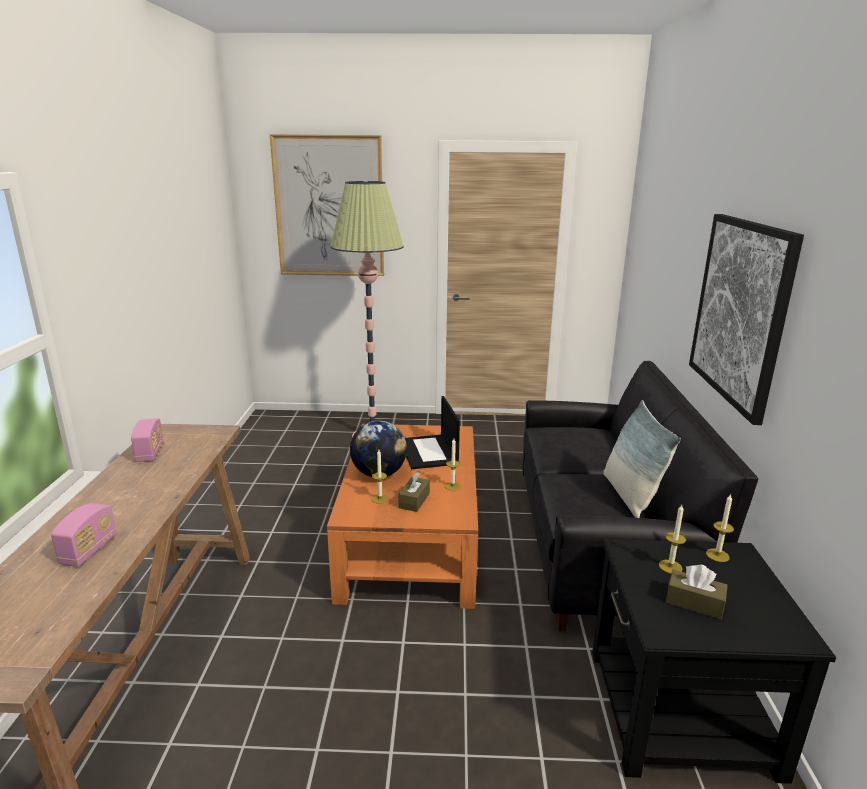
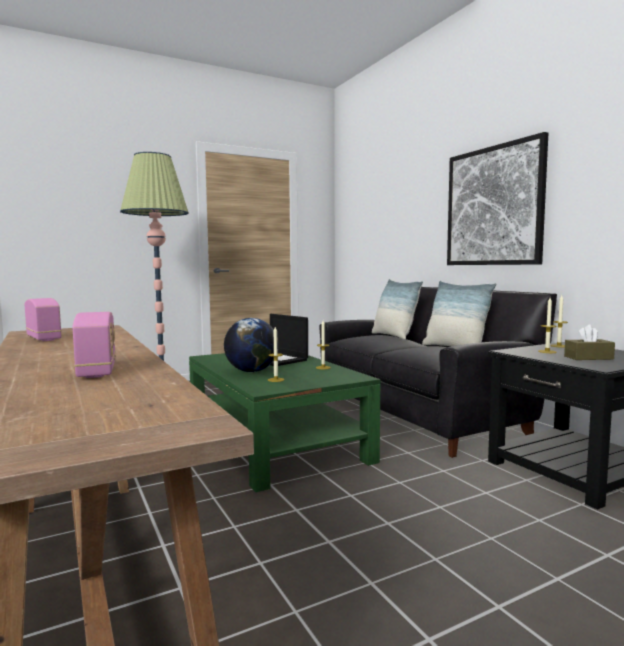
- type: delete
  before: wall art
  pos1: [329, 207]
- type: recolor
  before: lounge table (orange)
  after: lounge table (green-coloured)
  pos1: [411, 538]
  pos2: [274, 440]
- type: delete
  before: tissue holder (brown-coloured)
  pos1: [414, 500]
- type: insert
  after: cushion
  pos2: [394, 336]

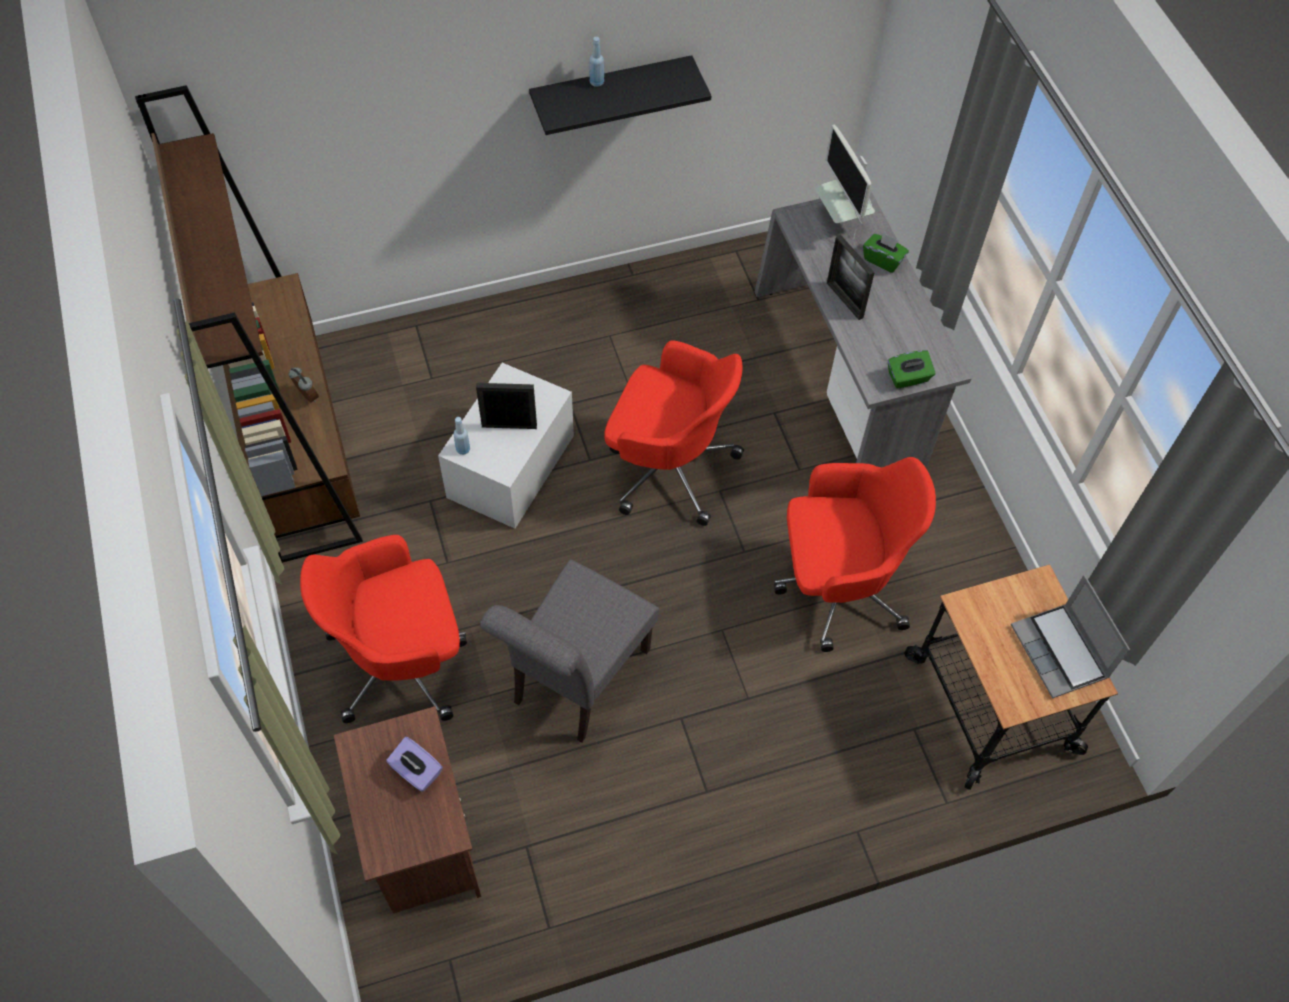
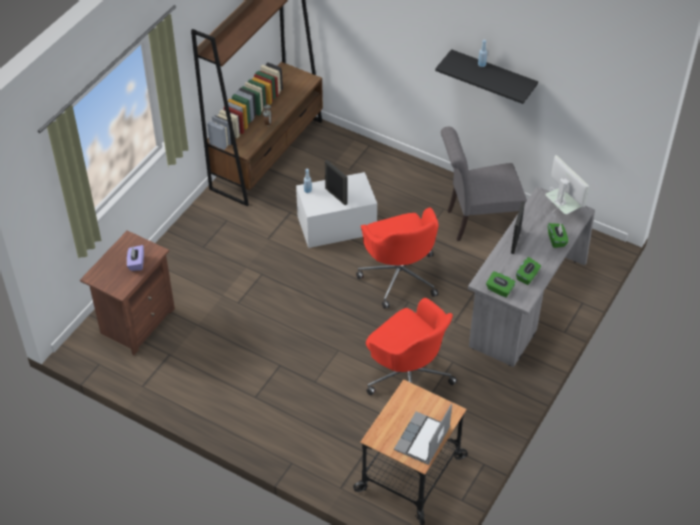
- type: rotate
  before: computer display
  pos1: [842, 220]
  pos2: [561, 212]
  turn: 120
- type: delete
  before: desk chair (red)
  pos1: [402, 661]
- type: move
  before: upright chair (grey)
  pos1: [575, 682]
  pos2: [478, 222]
- type: insert
  after: tissue holder (green-coloured)
  pos2: [527, 276]

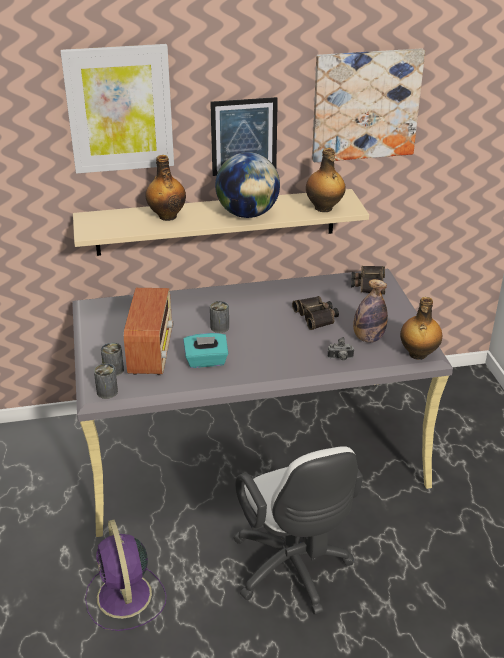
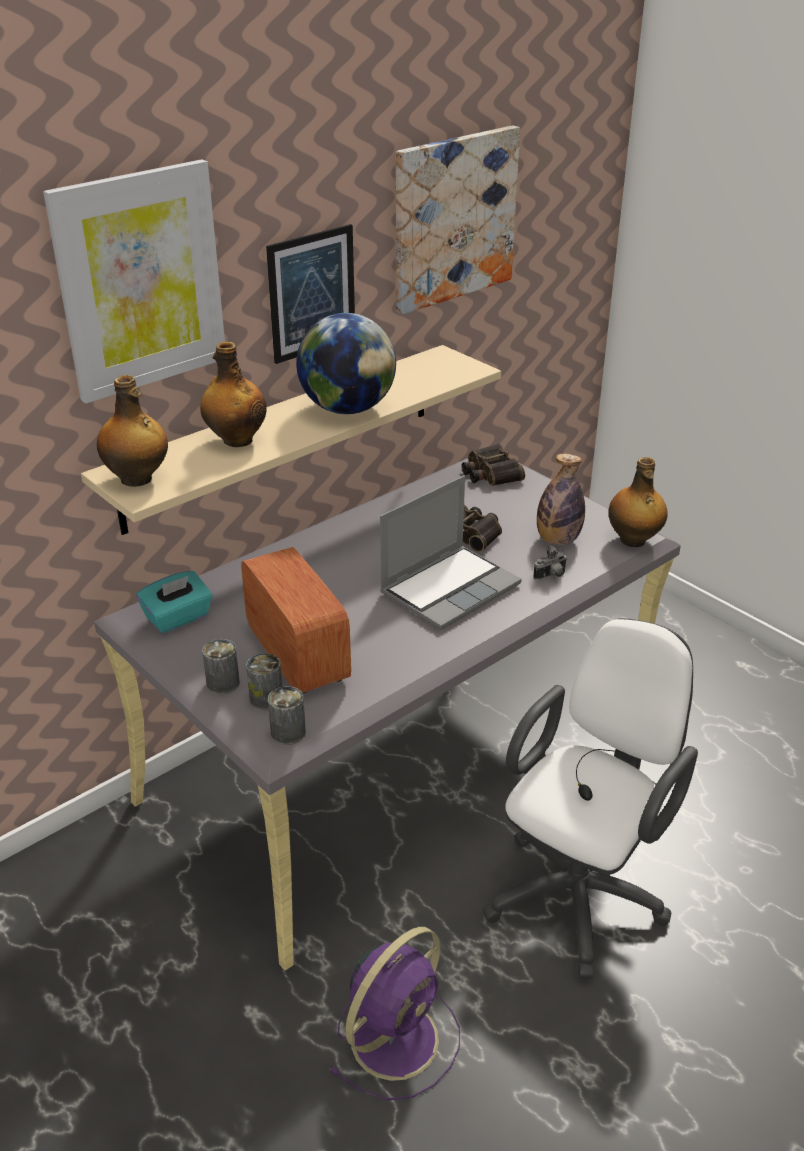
- type: move
  before: beverage bottle
  pos1: [324, 208]
  pos2: [137, 479]
- type: move
  before: can
  pos1: [219, 327]
  pos2: [223, 683]
- type: move
  before: tissue holder (turquoise-coloured)
  pos1: [206, 361]
  pos2: [178, 618]
- type: rotate
  before: desk chair (whitish)
  pos1: [293, 571]
  pos2: [581, 891]
  turn: -90
- type: rotate
  before: cooling fan (purplish)
  pos1: [125, 597]
  pos2: [397, 1036]
  turn: -90
- type: insert
  after: portable computer
  pos2: [450, 588]

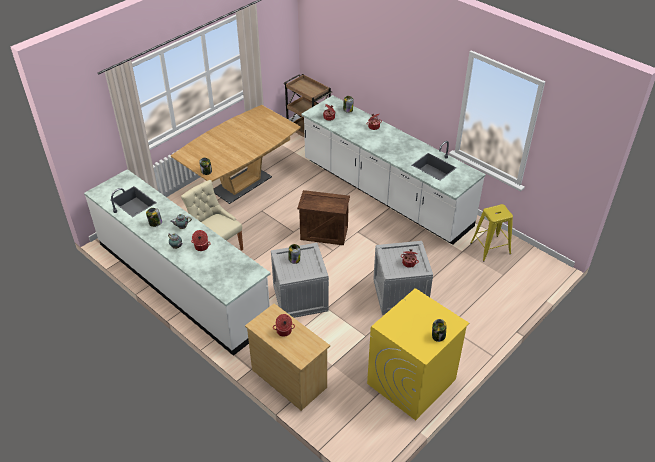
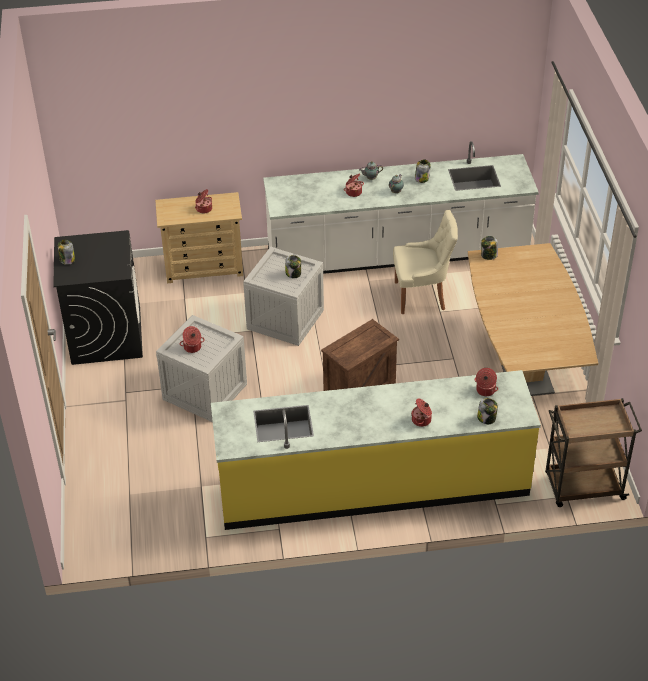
- type: recolor
  before: kitchen base unit (whitish)
  after: kitchen base unit (yellow-coloured)
  pos1: [385, 193]
  pos2: [372, 485]
- type: delete
  before: stool seat (yellow-coloured)
  pos1: [490, 248]
- type: recolor
  before: laundry machine (yellow-coloured)
  after: laundry machine (black-coloured)
  pos1: [411, 382]
  pos2: [106, 335]

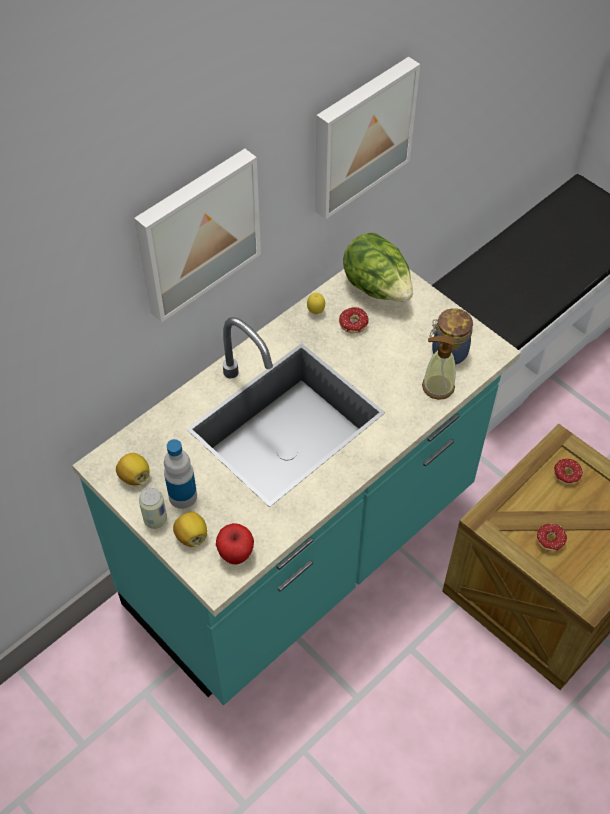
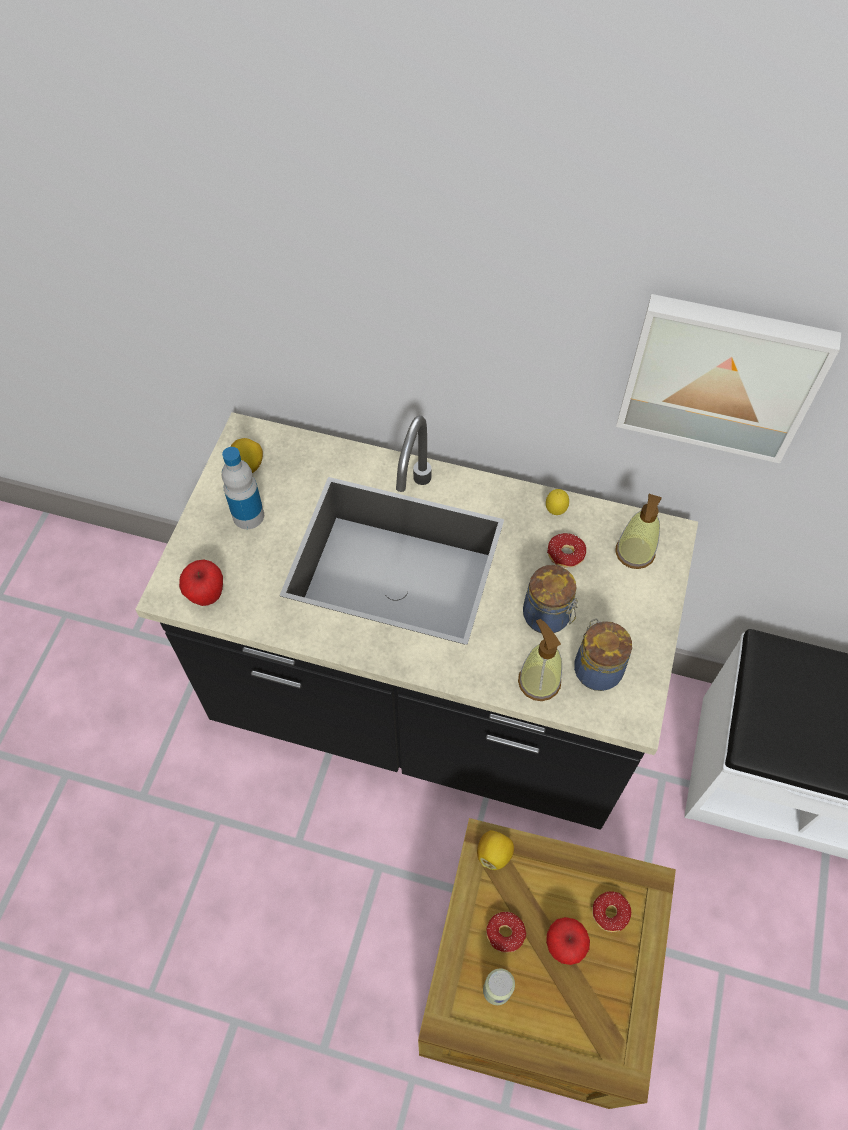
- type: delete
  before: wall art
  pos1: [196, 232]
- type: replace
  before: head of lettuce
  after: liquid soap bottle
  pos1: [377, 288]
  pos2: [634, 553]
- type: recolor
  before: kitchen base unit (turquoise-coloured)
  after: kitchen base unit (black-coloured)
  pos1: [304, 552]
  pos2: [424, 708]
- type: move
  before: can
  pos1: [155, 519]
  pos2: [497, 990]
- type: move
  before: citrus fruit
  pos1: [191, 536]
  pos2: [494, 853]
- type: insert
  after: jar
  pos2: [548, 617]
- type: insert
  after: apple fruit
  pos2: [564, 945]

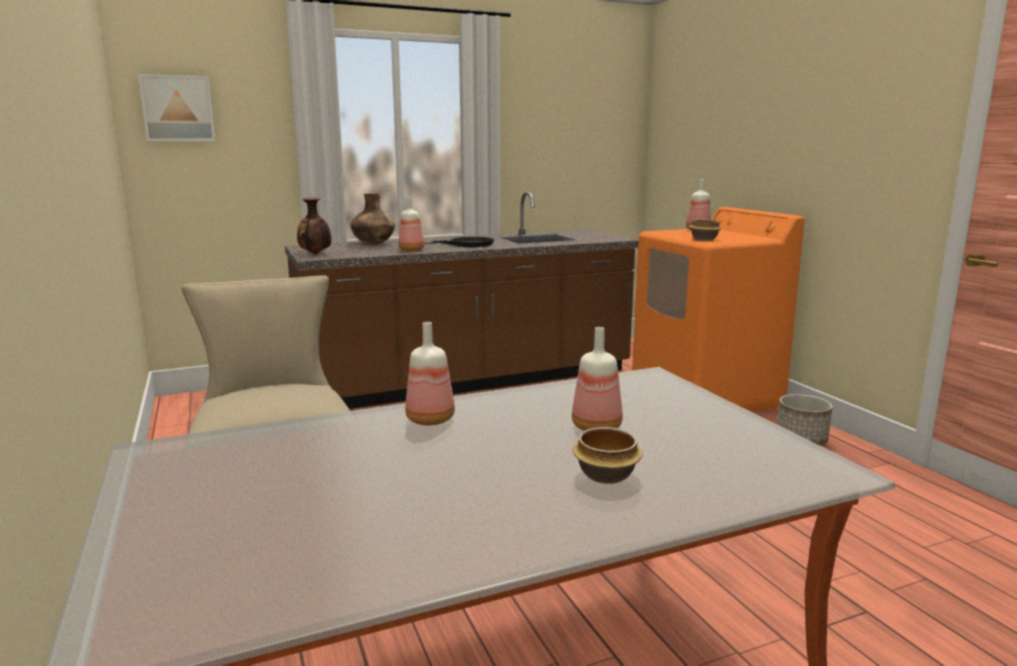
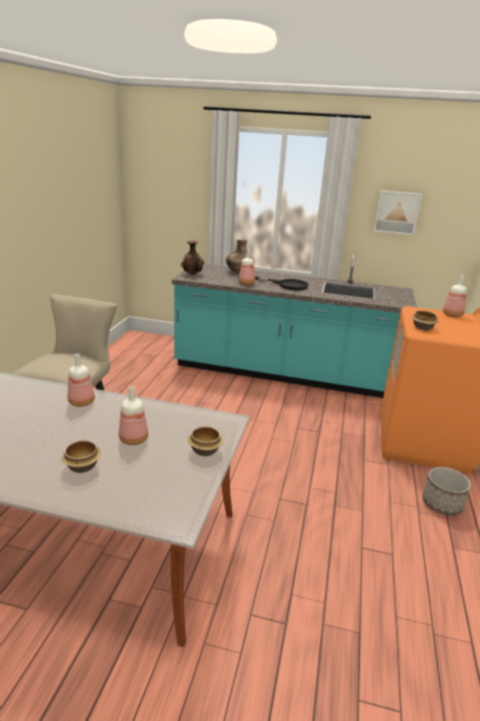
- type: move
  before: wall art
  pos1: [178, 108]
  pos2: [397, 212]
- type: recolor
  before: kitchen base unit (brown-coloured)
  after: kitchen base unit (turquoise-coloured)
  pos1: [469, 381]
  pos2: [284, 373]
- type: insert
  after: deep dish
  pos2: [204, 450]

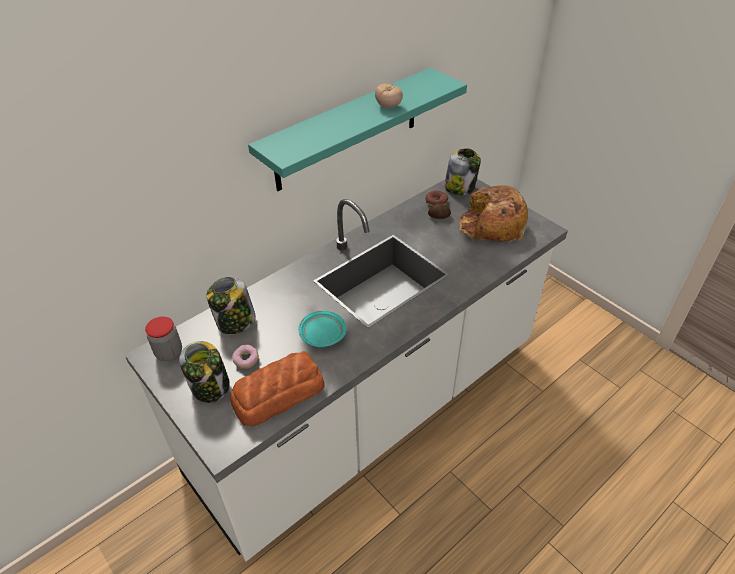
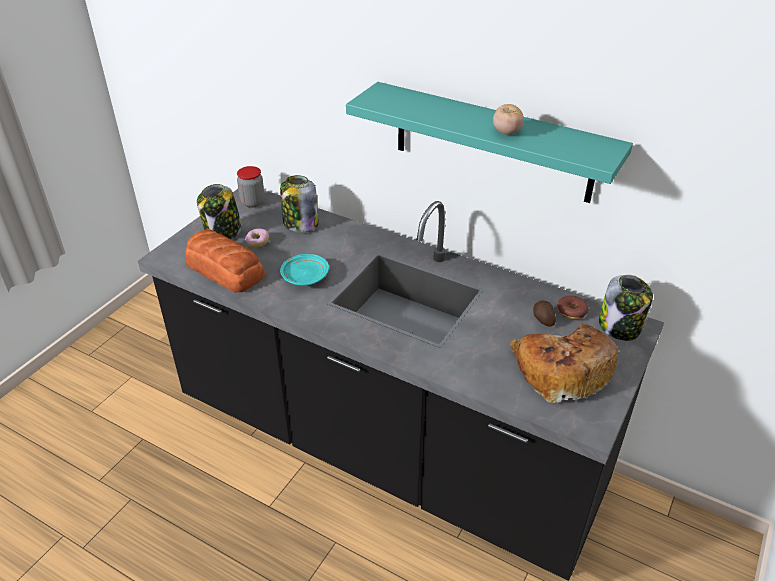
- type: recolor
  before: kitchen base unit (whitish)
  after: kitchen base unit (black-coloured)
  pos1: [369, 409]
  pos2: [387, 445]

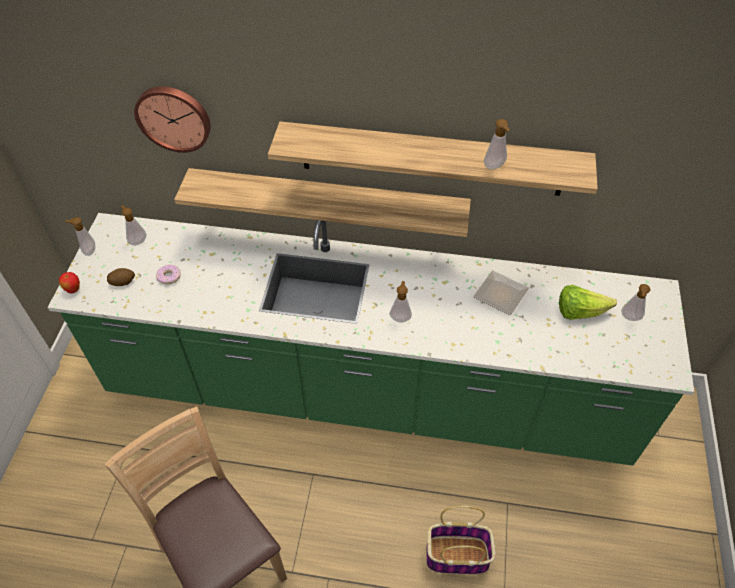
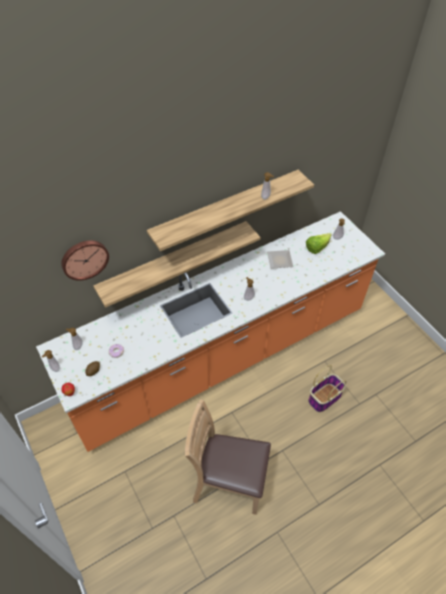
- type: recolor
  before: kitchen base unit (green-coloured)
  after: kitchen base unit (orange)
  pos1: [367, 395]
  pos2: [222, 358]

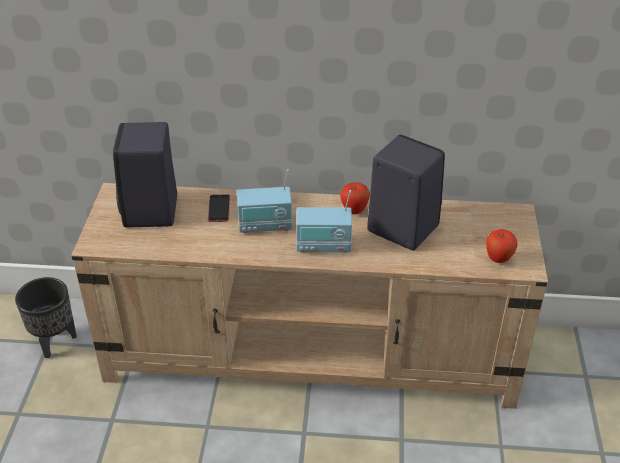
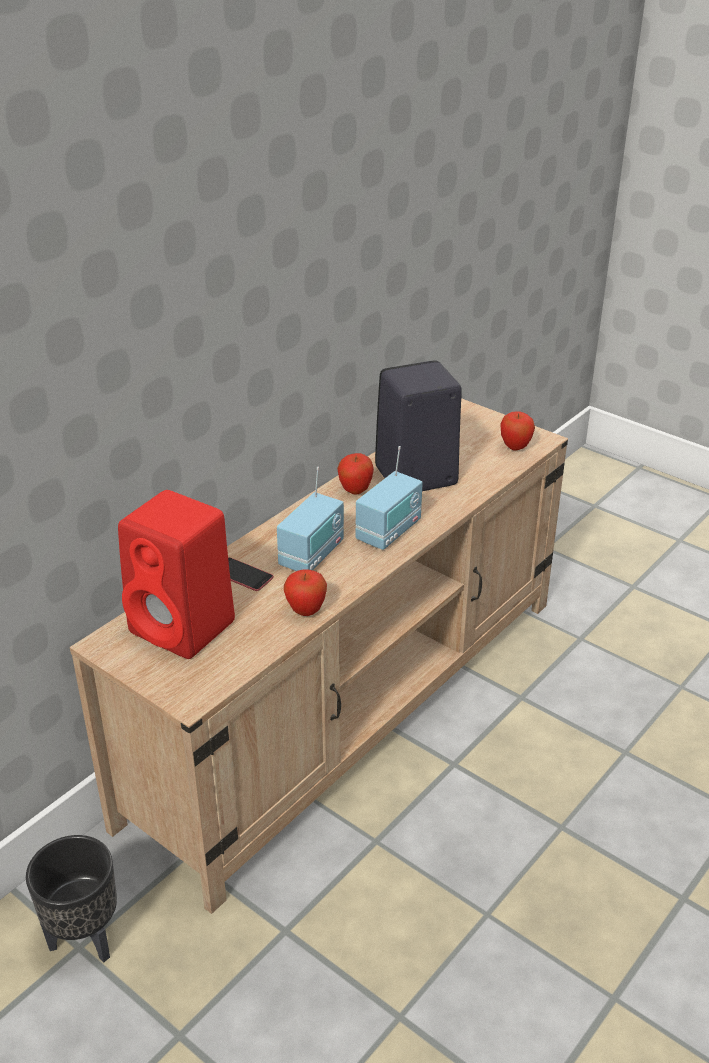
- type: recolor
  before: loudspeaker (black-coloured)
  after: loudspeaker (red)
  pos1: [151, 212]
  pos2: [185, 628]
- type: insert
  after: apple fruit
  pos2: [306, 611]

